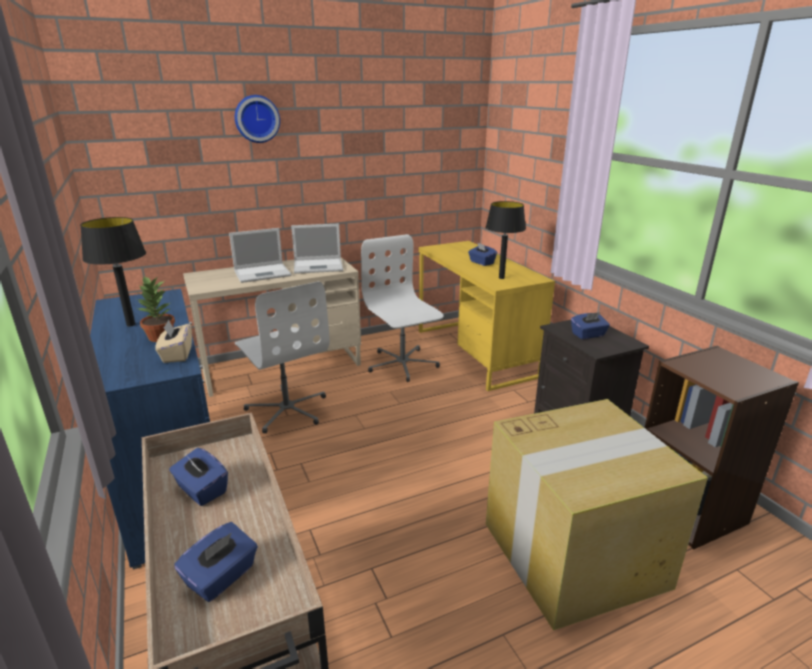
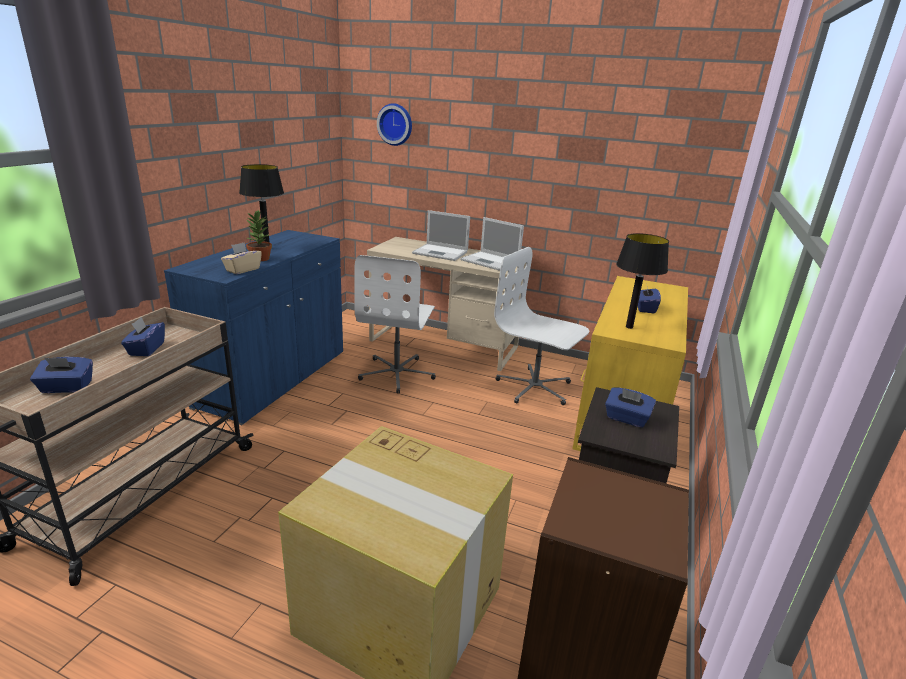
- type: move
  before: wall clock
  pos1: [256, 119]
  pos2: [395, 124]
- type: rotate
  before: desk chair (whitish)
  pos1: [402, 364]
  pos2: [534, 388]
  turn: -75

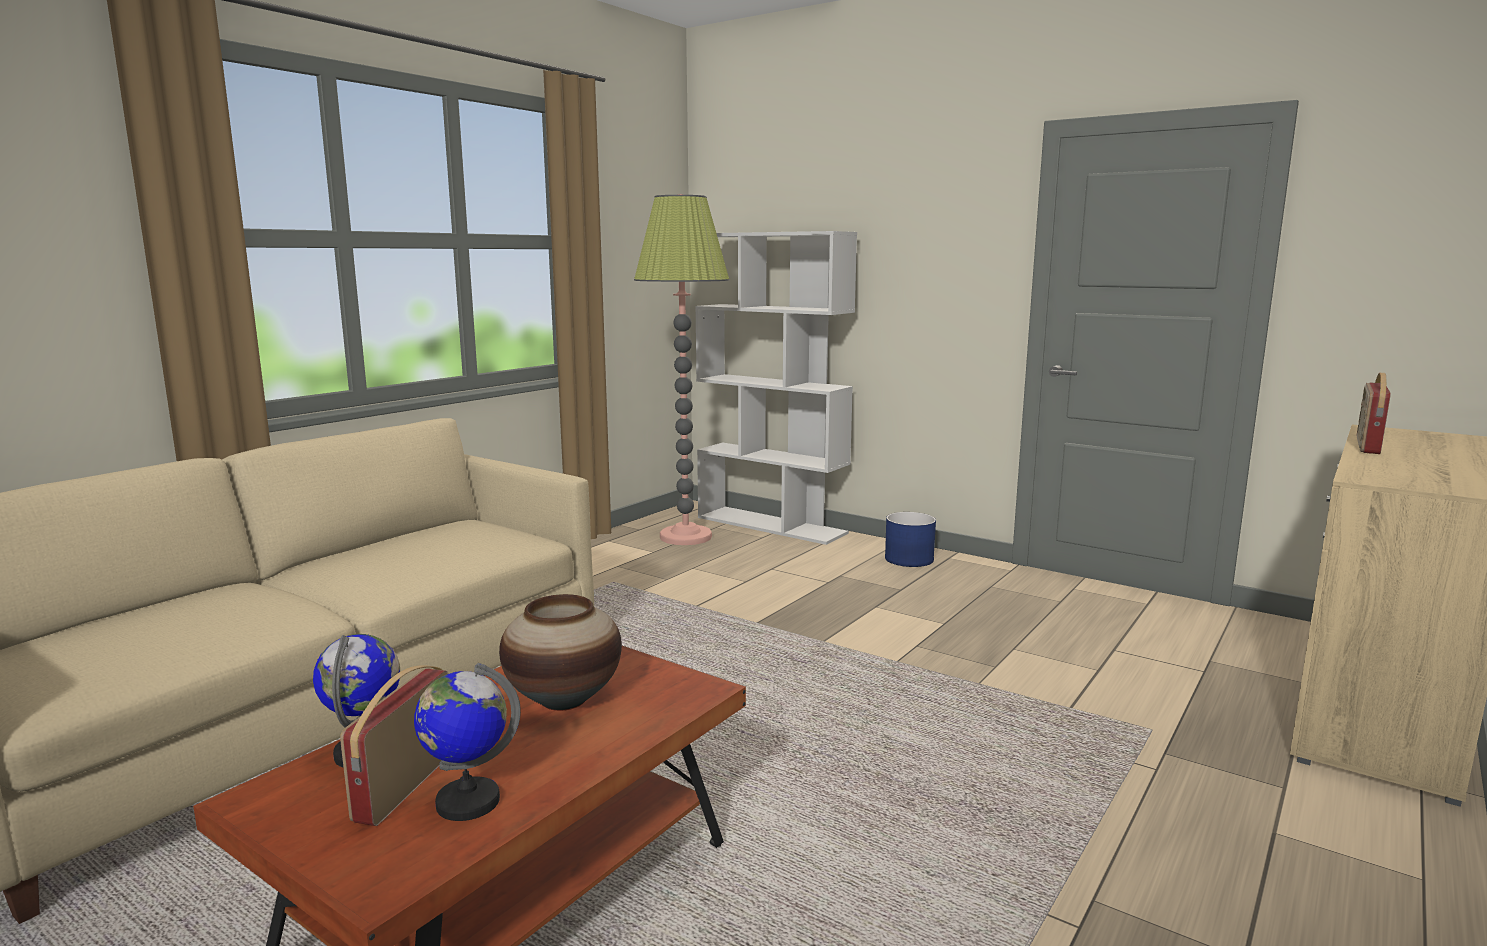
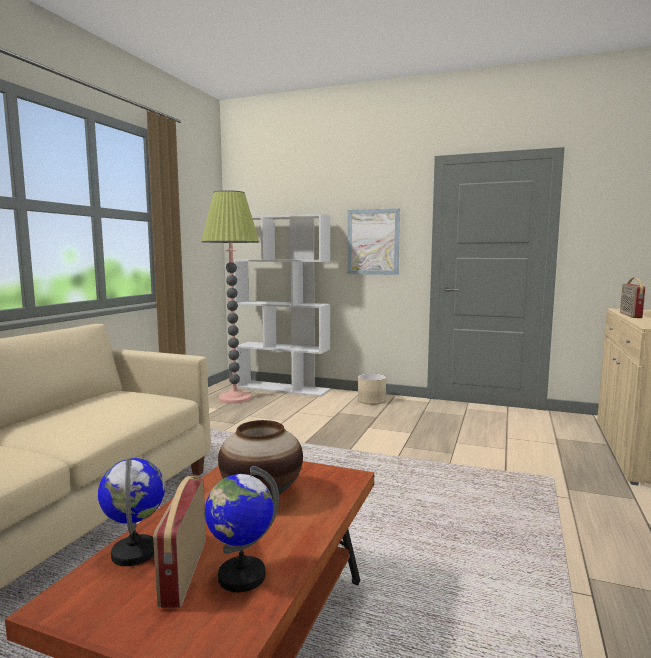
- type: recolor
  before: flower pot (blue-coloured)
  after: flower pot (beige)
  pos1: [909, 559]
  pos2: [371, 400]
- type: insert
  after: wall art
  pos2: [373, 242]

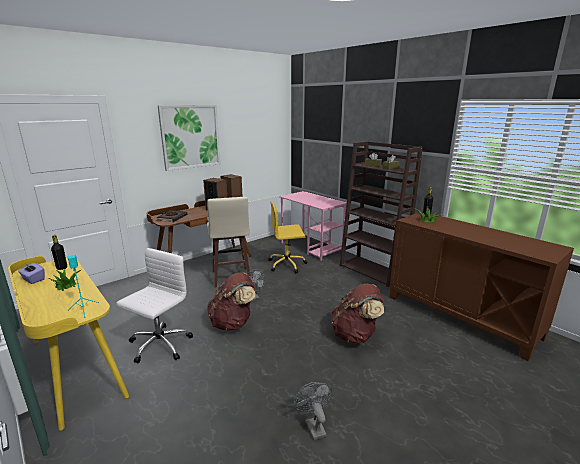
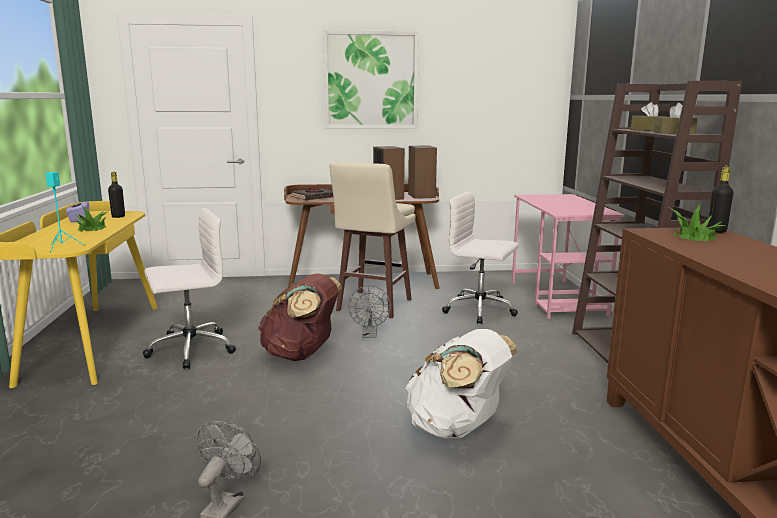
- type: recolor
  before: desk chair (yellow-coloured)
  after: desk chair (whitish)
  pos1: [287, 264]
  pos2: [481, 310]
- type: recolor
  before: backpack (brown-coloured)
  after: backpack (whitish)
  pos1: [355, 335]
  pos2: [457, 429]

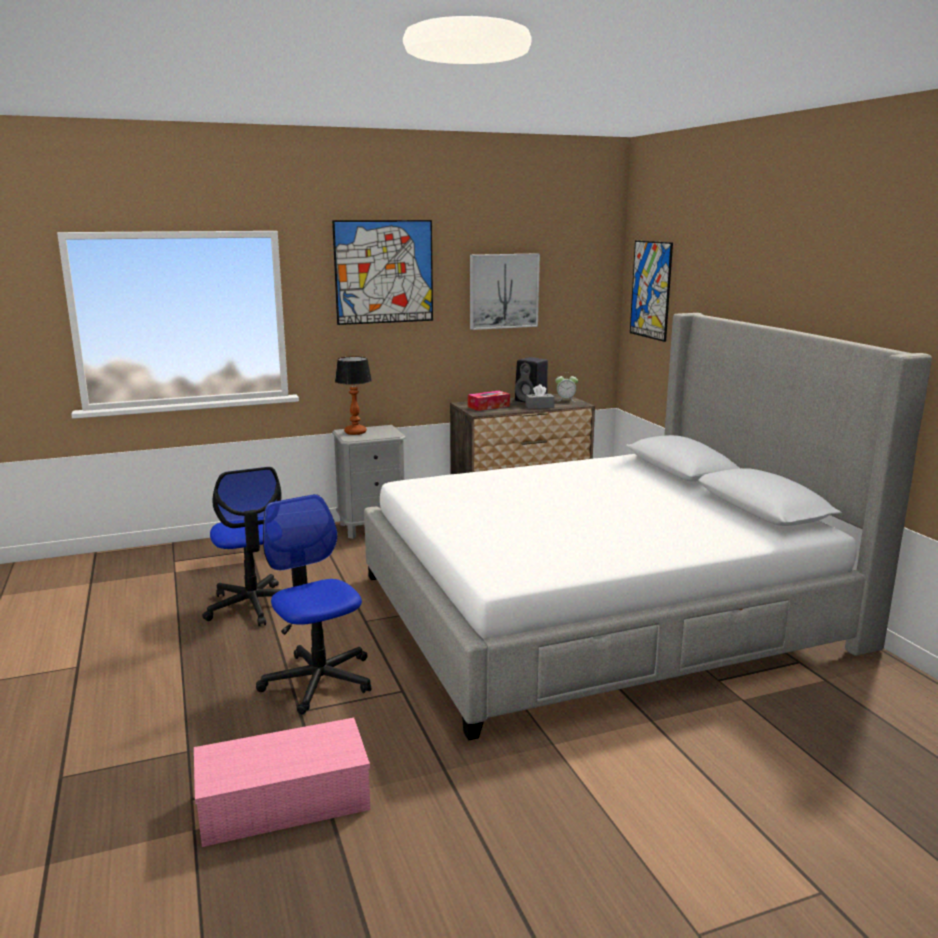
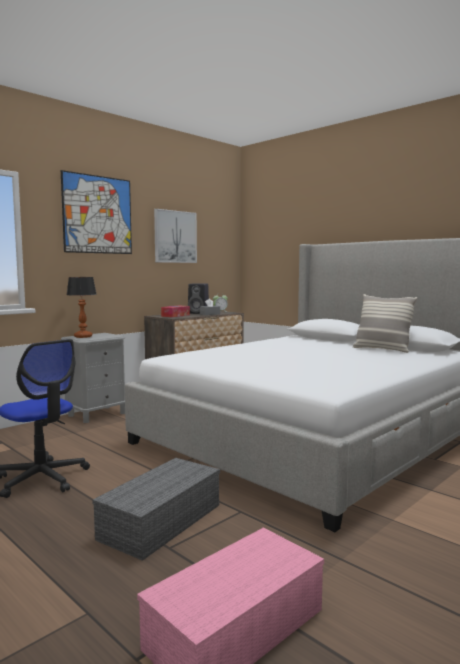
- type: delete
  before: wall art
  pos1: [651, 290]
- type: replace
  before: desk chair
  after: storage bin (grey)
  pos1: [318, 681]
  pos2: [161, 520]
- type: insert
  after: cushion
  pos2: [382, 349]

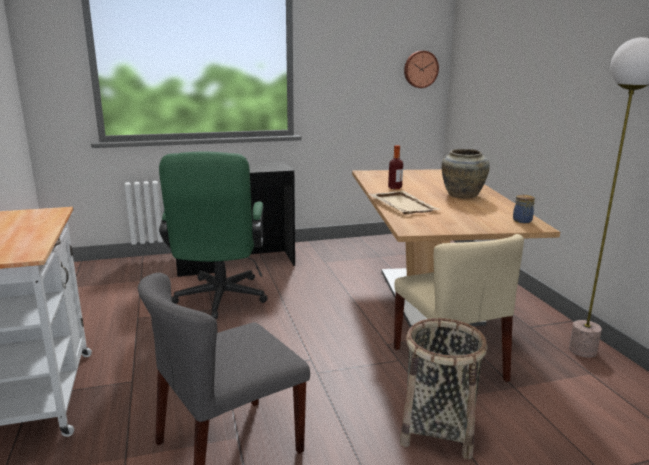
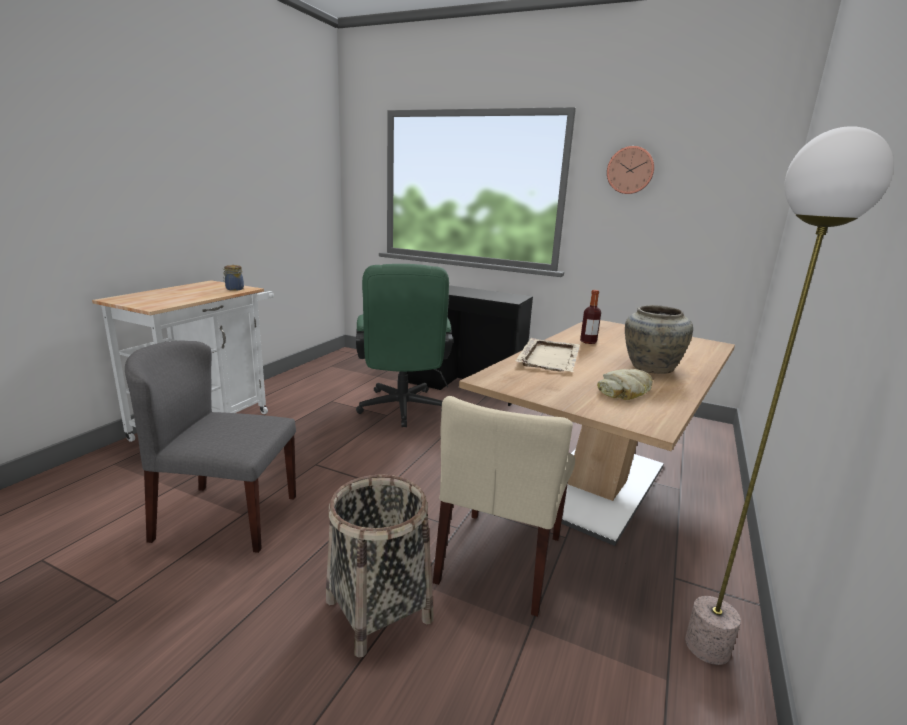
- type: move
  before: wall clock
  pos1: [420, 69]
  pos2: [630, 170]
- type: rotate
  before: desk chair (green-coloured)
  pos1: [219, 300]
  pos2: [402, 411]
  turn: -45
- type: move
  before: jar
  pos1: [522, 221]
  pos2: [234, 289]
- type: insert
  after: bread
  pos2: [625, 391]

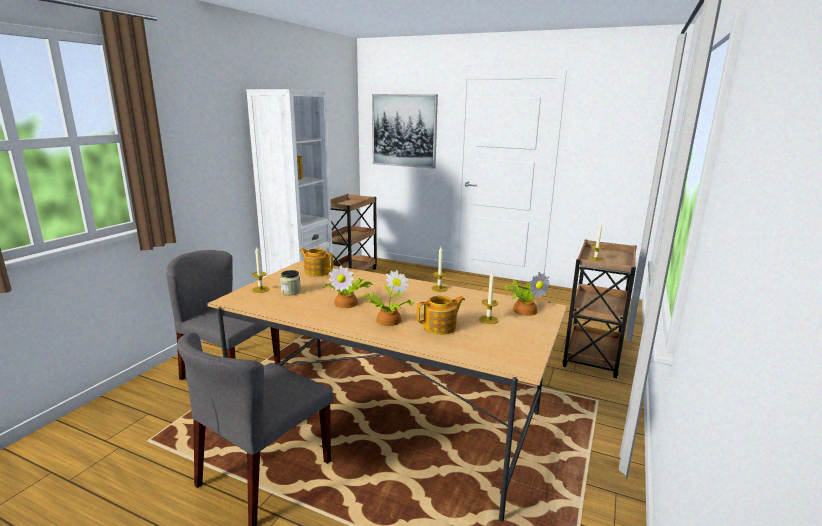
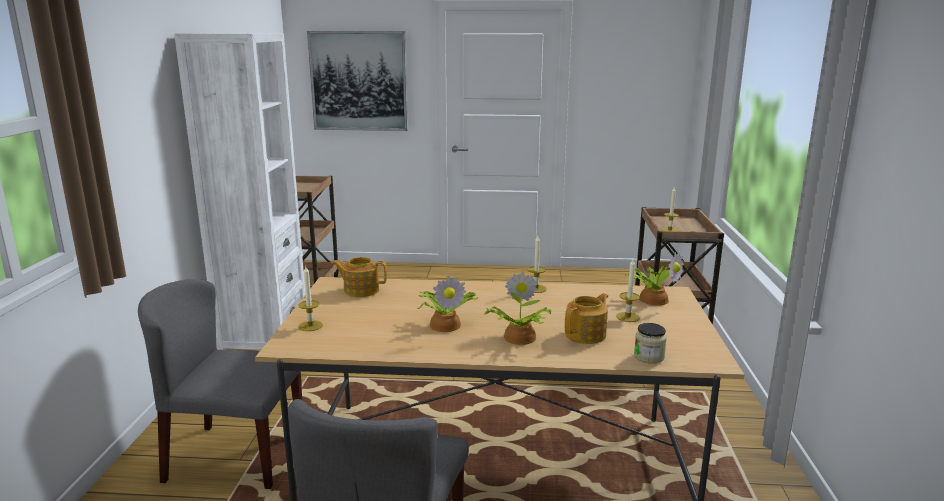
- type: move
  before: jar
  pos1: [291, 292]
  pos2: [649, 357]

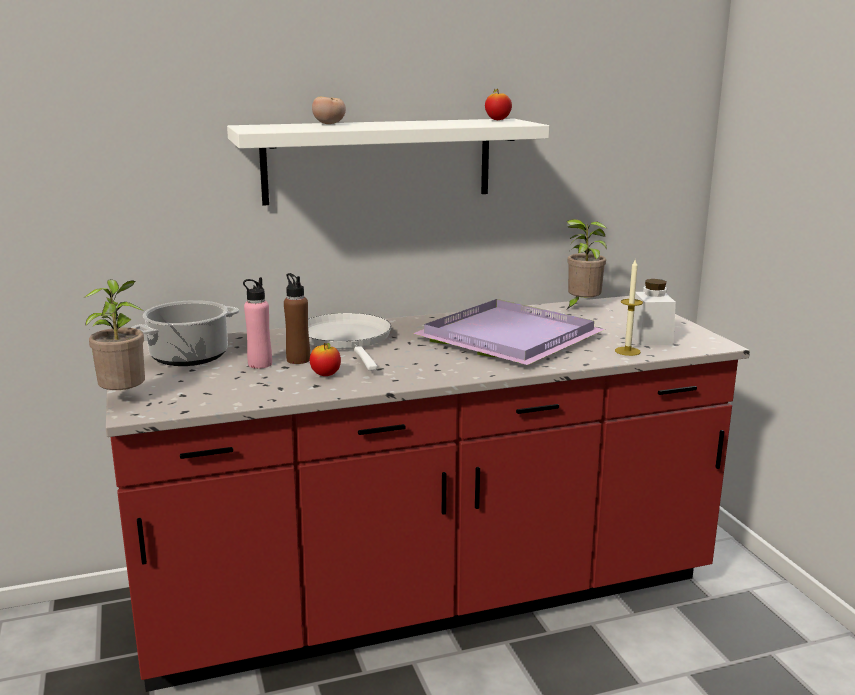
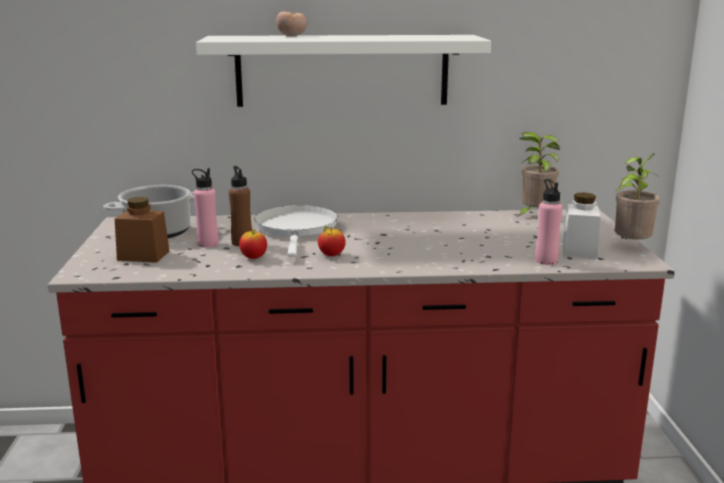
- type: move
  before: apple fruit
  pos1: [497, 120]
  pos2: [331, 255]
- type: replace
  before: candle
  after: beverage bottle (pink)
  pos1: [627, 351]
  pos2: [546, 261]
- type: move
  before: plant in a pot
  pos1: [124, 398]
  pos2: [631, 247]
- type: delete
  before: serving tray (purplish)
  pos1: [505, 338]
- type: insert
  after: jar (brown-coloured)
  pos2: [143, 255]

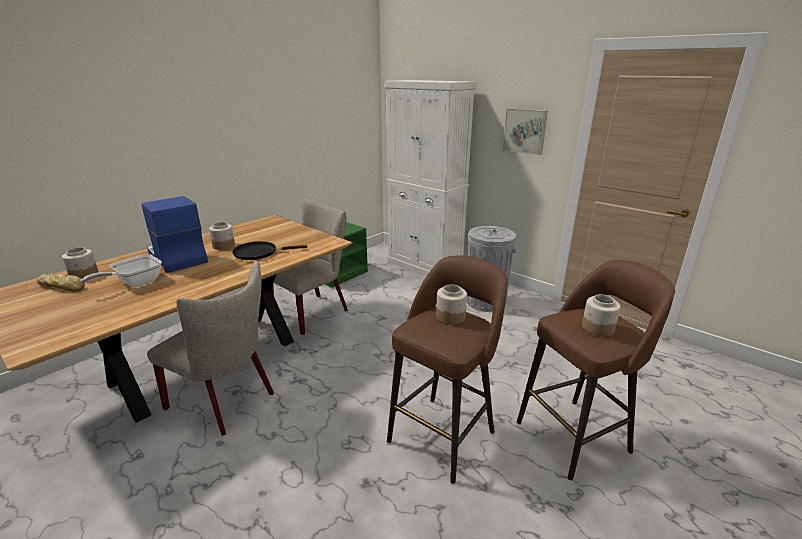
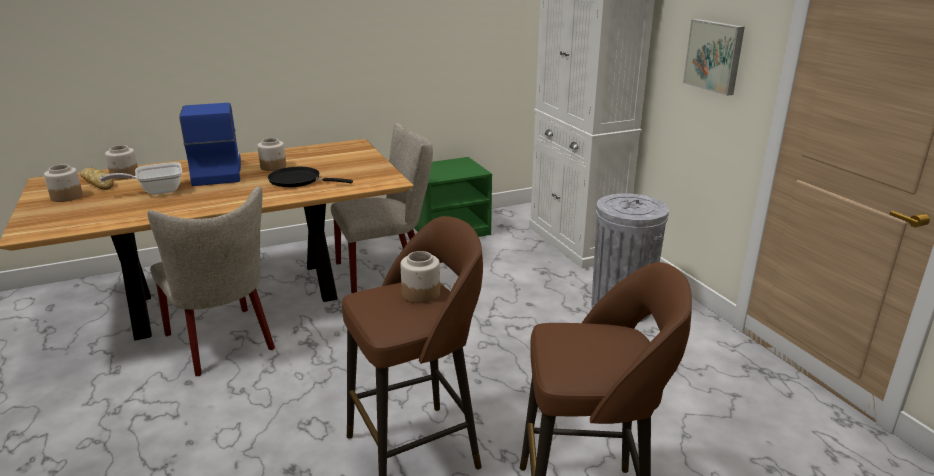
- type: move
  before: jar
  pos1: [597, 328]
  pos2: [66, 197]

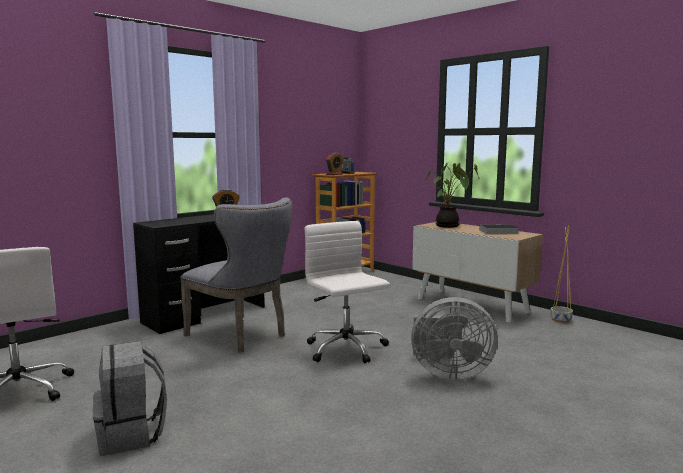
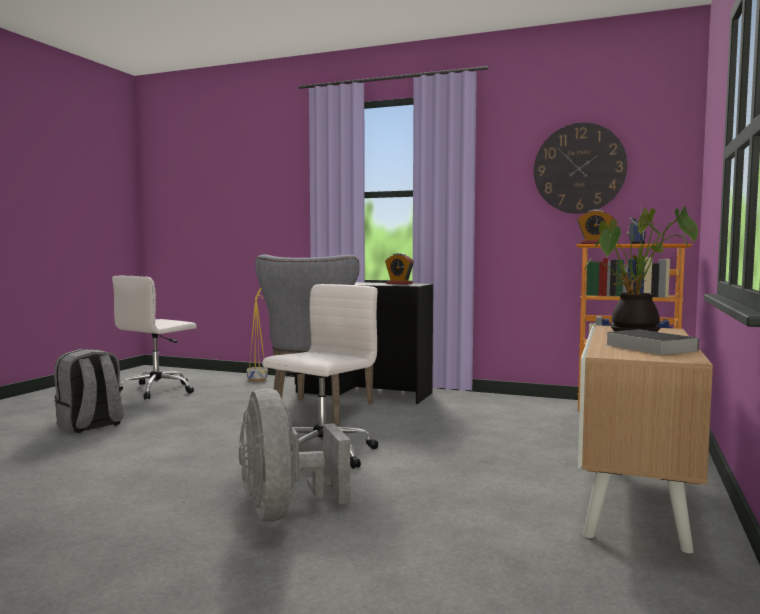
- type: move
  before: flower pot (yellow-coloured)
  pos1: [560, 319]
  pos2: [258, 379]
- type: insert
  after: wall clock
  pos2: [579, 168]

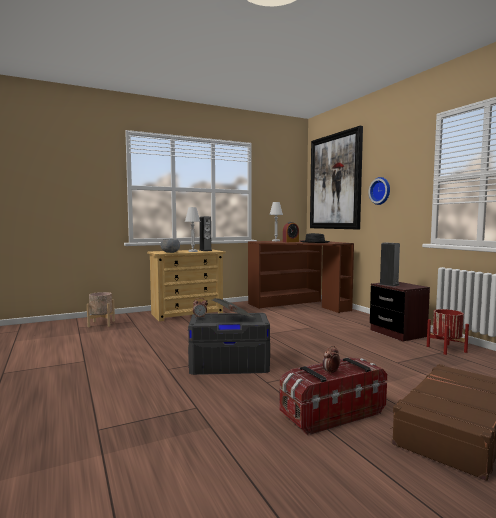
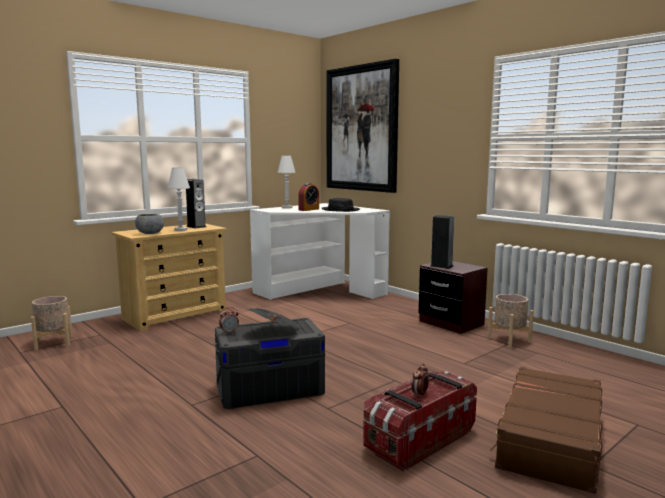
- type: delete
  before: wall clock
  pos1: [381, 191]
- type: recolor
  before: desk (brown-coloured)
  after: desk (whitish)
  pos1: [298, 305]
  pos2: [319, 291]
- type: recolor
  before: flower pot (red)
  after: flower pot (beige)
  pos1: [446, 349]
  pos2: [509, 340]

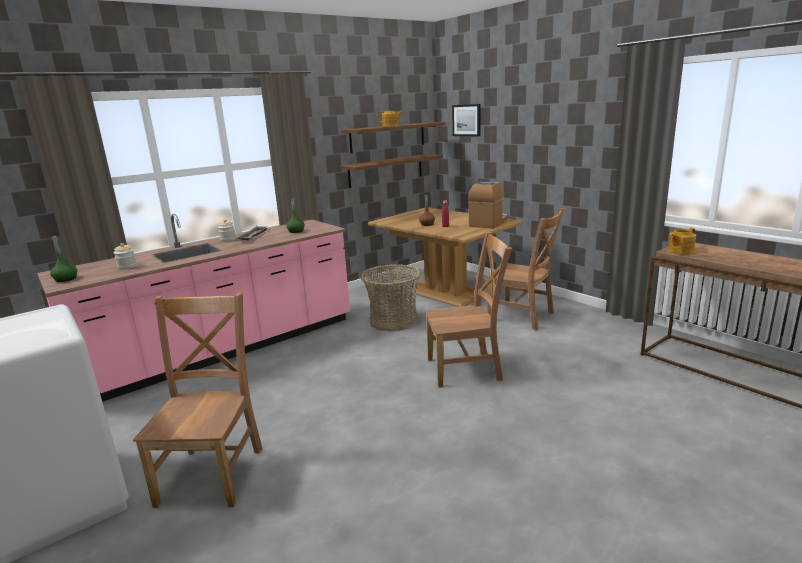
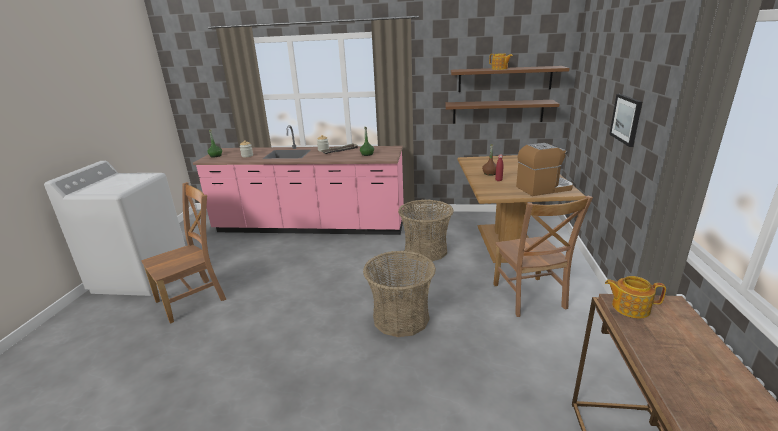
- type: move
  before: wall art
  pos1: [467, 120]
  pos2: [626, 119]
- type: replace
  before: upright chair (brown-coloured)
  after: household basket
  pos1: [467, 369]
  pos2: [401, 318]

